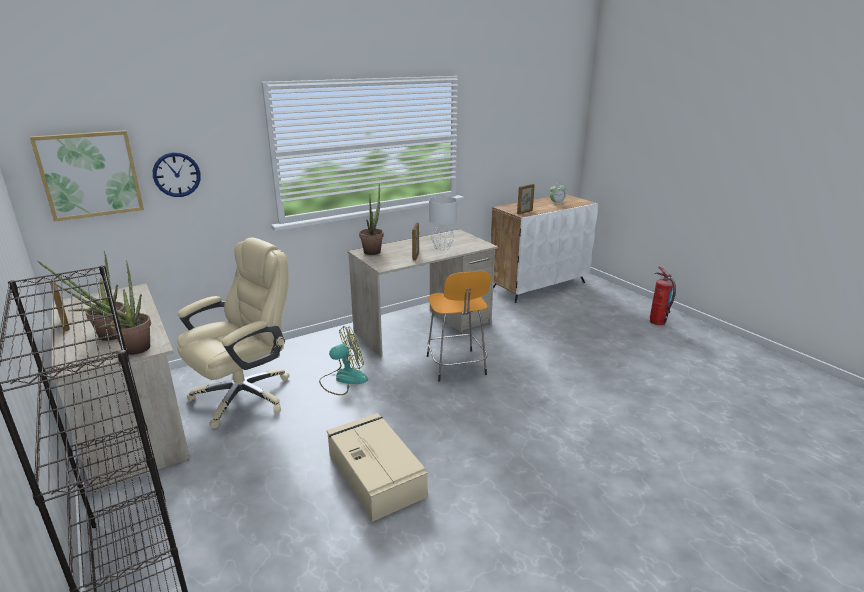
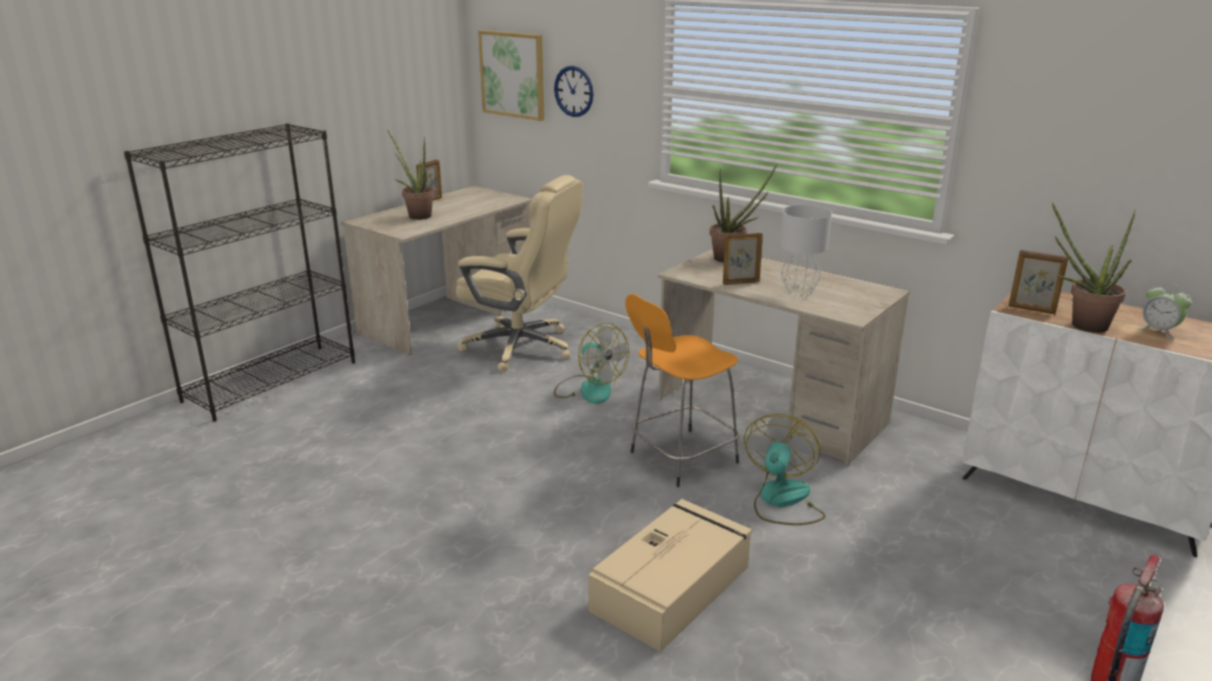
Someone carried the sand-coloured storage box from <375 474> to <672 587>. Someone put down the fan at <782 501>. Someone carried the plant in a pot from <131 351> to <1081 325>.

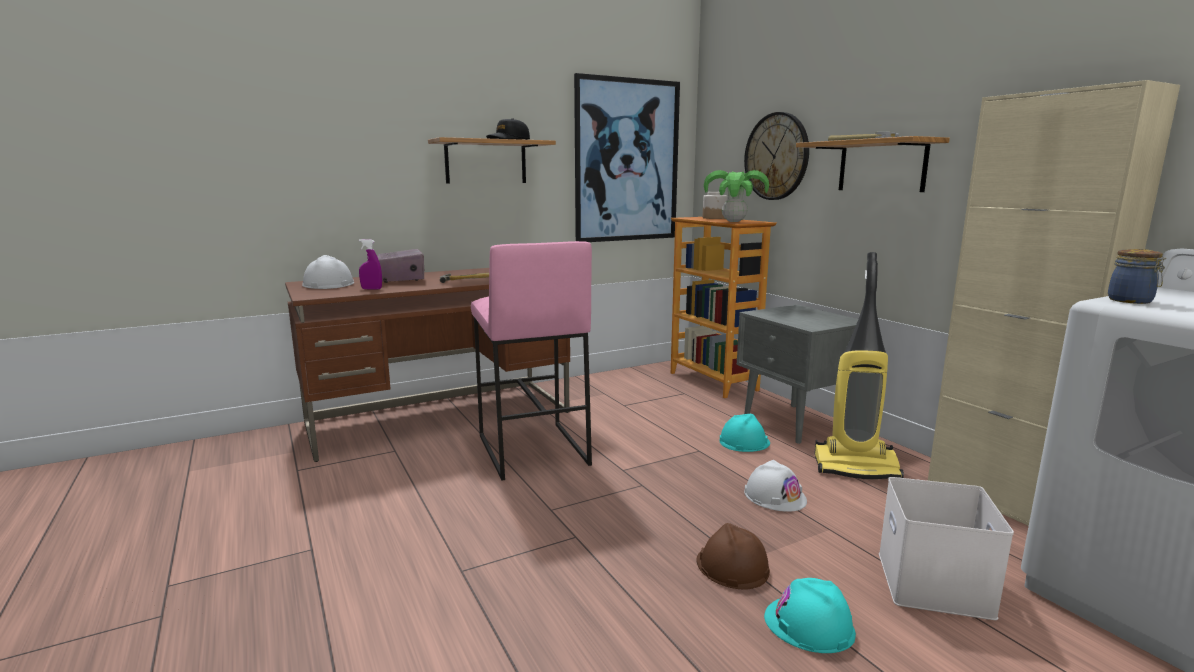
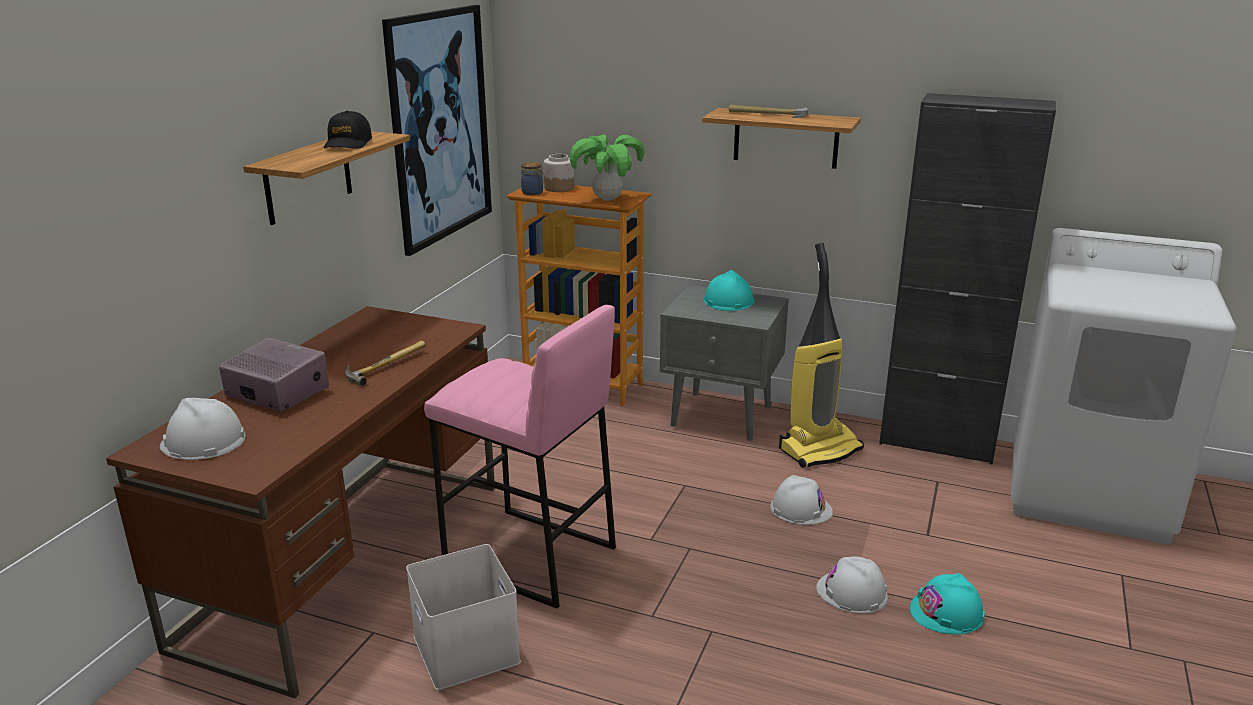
Someone carried the whitish storage box from <930 582> to <463 648>. Someone carried the storage jar from <1131 301> to <533 193>. Someone carried the blue-green hard hat from <744 442> to <728 301>. Someone repainted the brownish hard hat at <732 566>, which became the whitish hard hat at <852 592>. Someone repainted the sand-coloured cupboard at <1001 501>, which became the blackish cupboard at <937 442>. Someone took away the purple-coloured hand sprayer at <371 289>. Someone took away the clock on the wall at <776 156>.

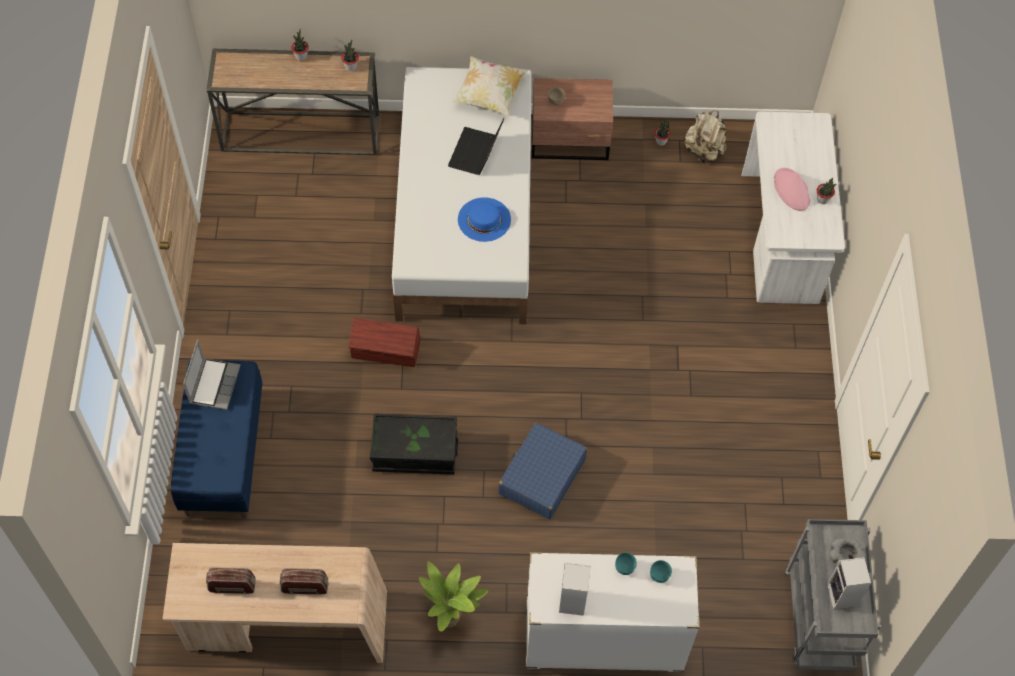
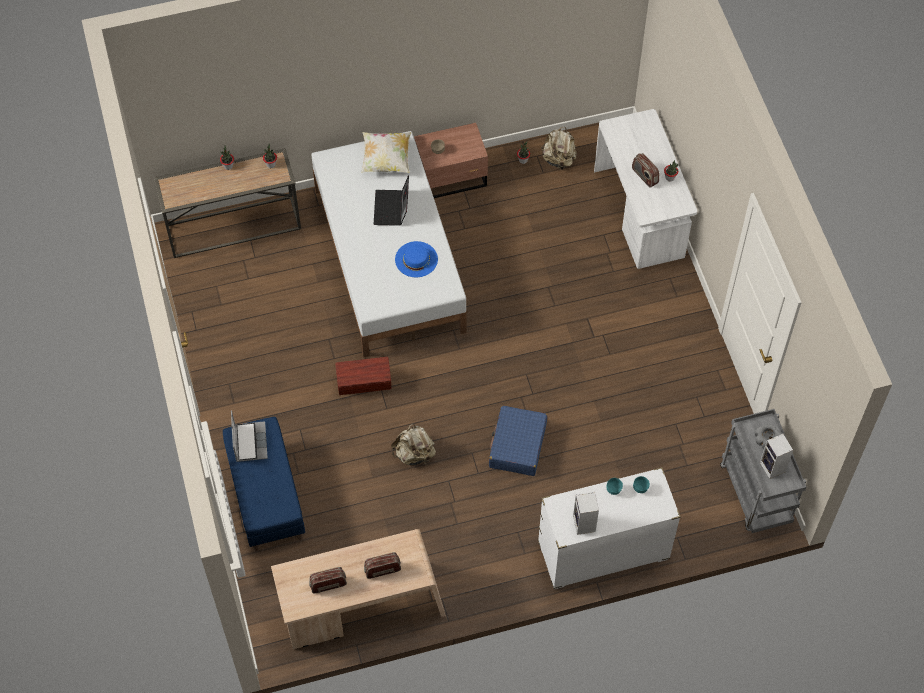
Someone swapped the blackish storage box at <415 452> for the sand-coloured backpack at <414 454>. Someone swapped the pinkish wearable hat at <791 190> for the radio at <644 176>. Someone took away the plant in a pot at <452 618>.

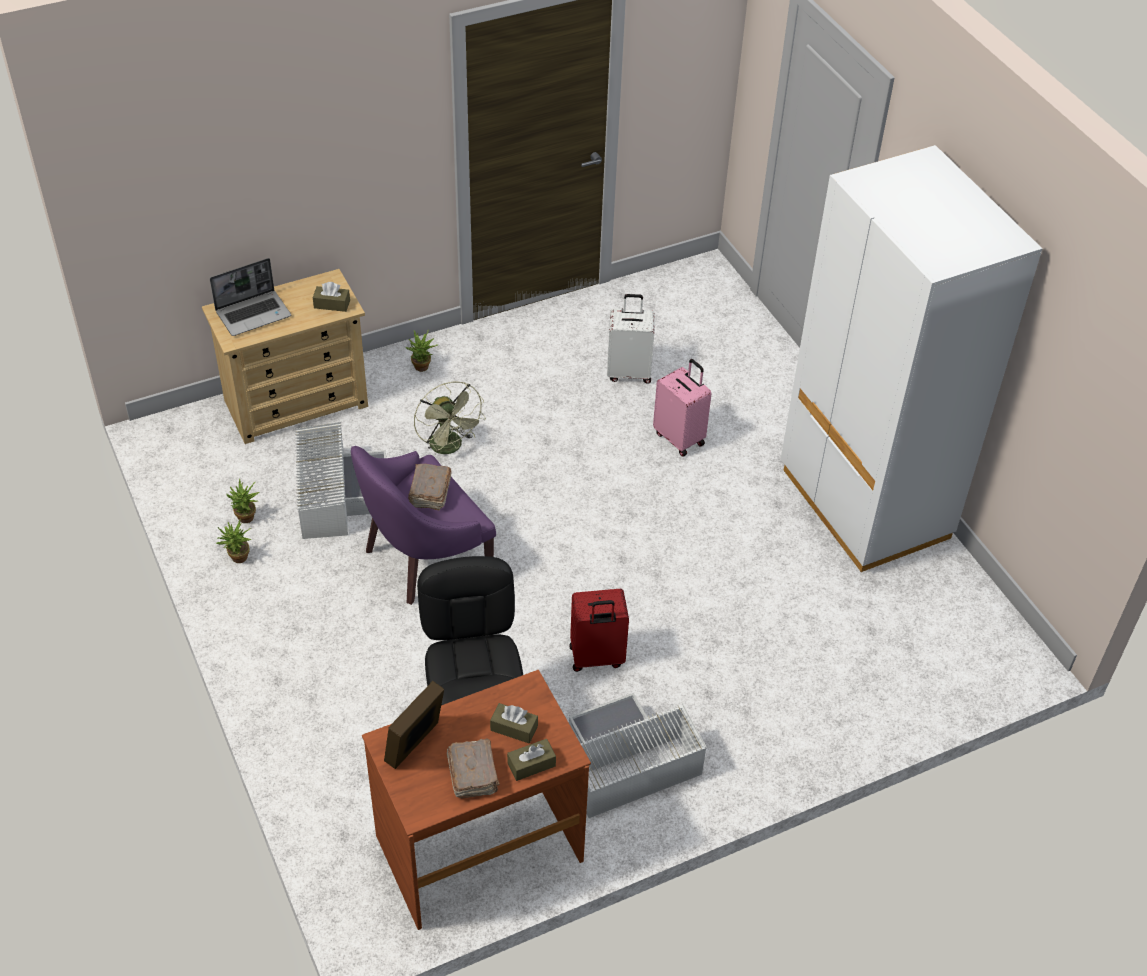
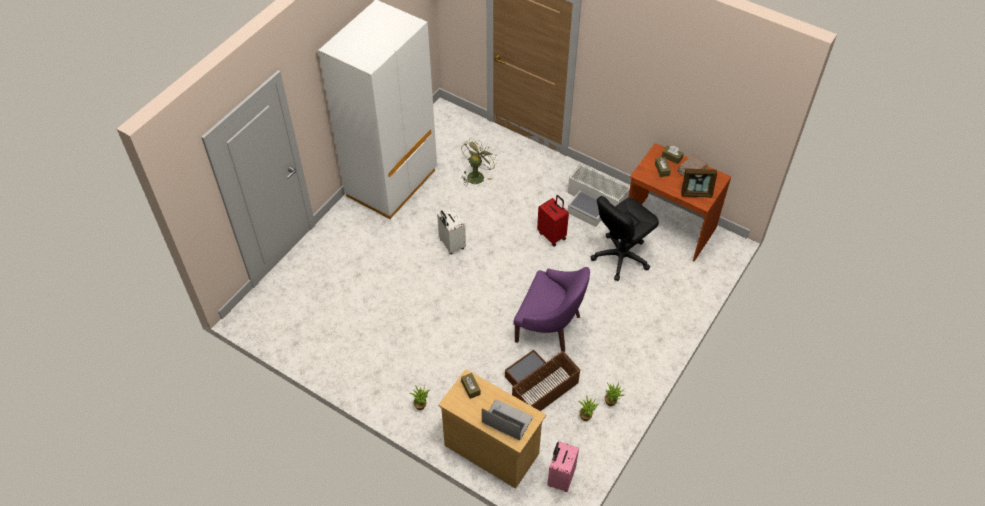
Someone carried the whitish travel case from <629 372> to <451 244>. Someone carried the greenish fan from <450 448> to <477 175>. Someone repainted the whitish storage box at <337 493>, which became the brownish storage box at <538 387>. Someone carried the pinkish travel case from <680 438> to <560 477>. Someone took away the brownish volume at <429 493>.

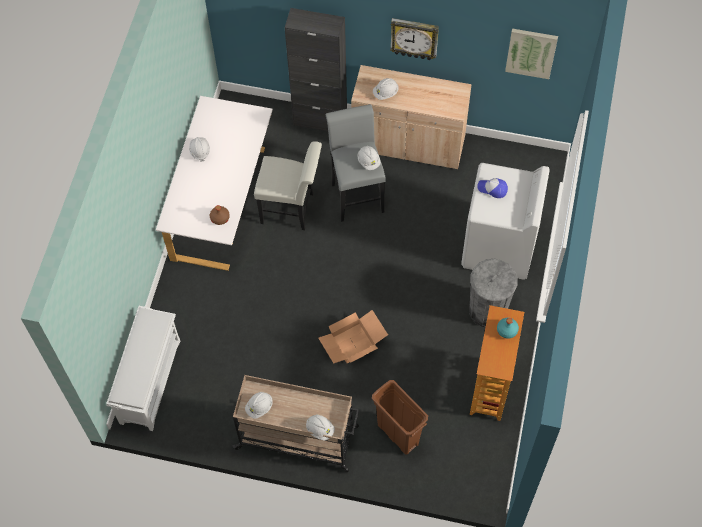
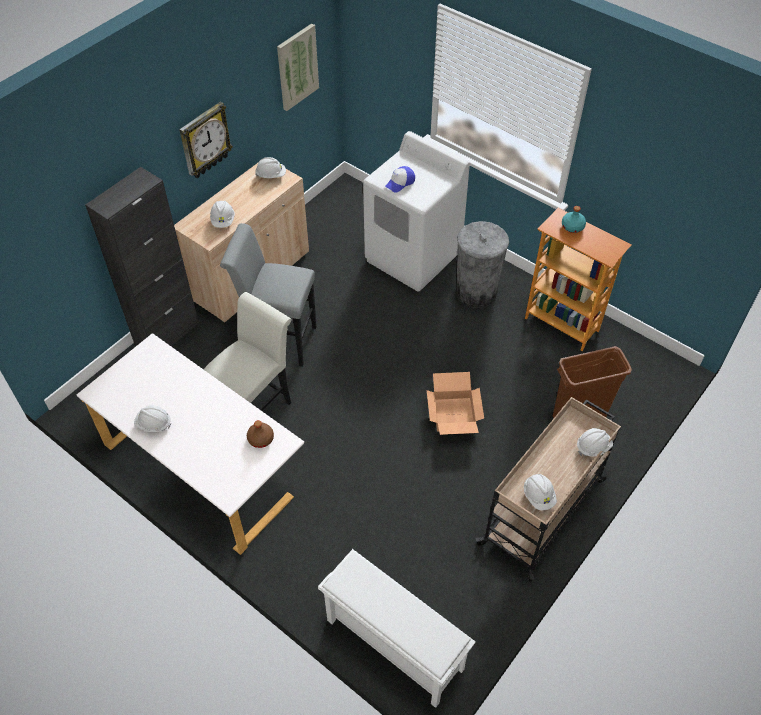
Someone carried the whitish hard hat from <368 161> to <271 175>.

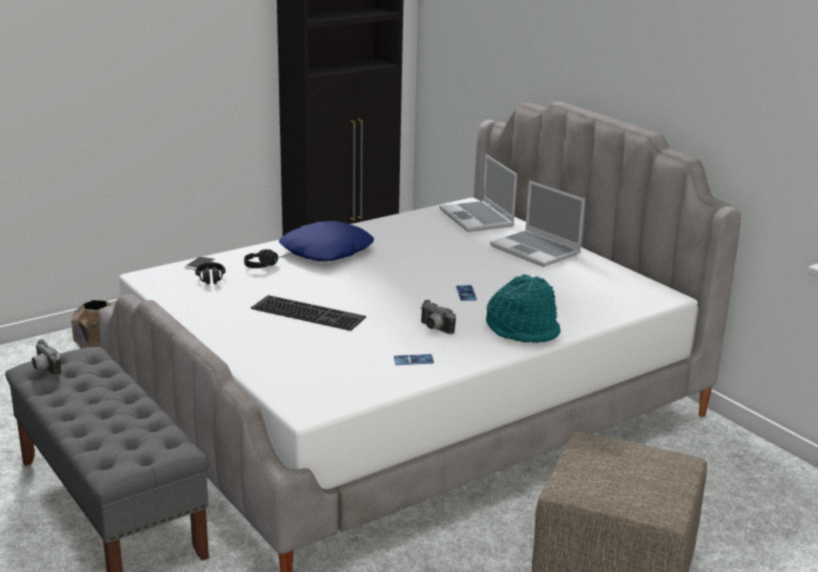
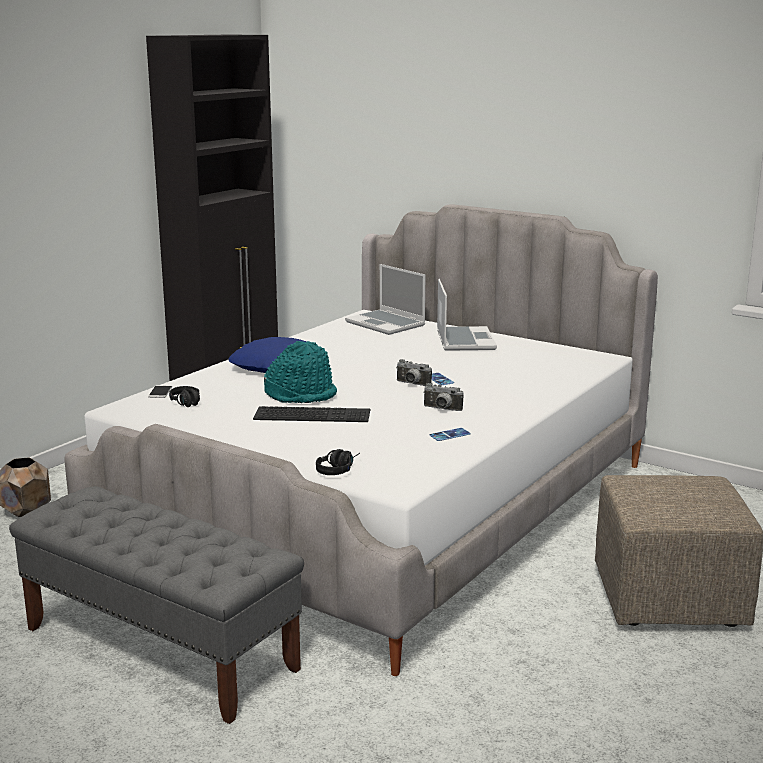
Someone carried the blue-green wearable hat from <523 330> to <301 395>. Someone carried the blackish headset from <265 265> to <338 469>. Someone carried the photo camera from <44 369> to <412 384>. Someone rotated the notebook computer at <536 250> by 120 degrees counterclockwise.

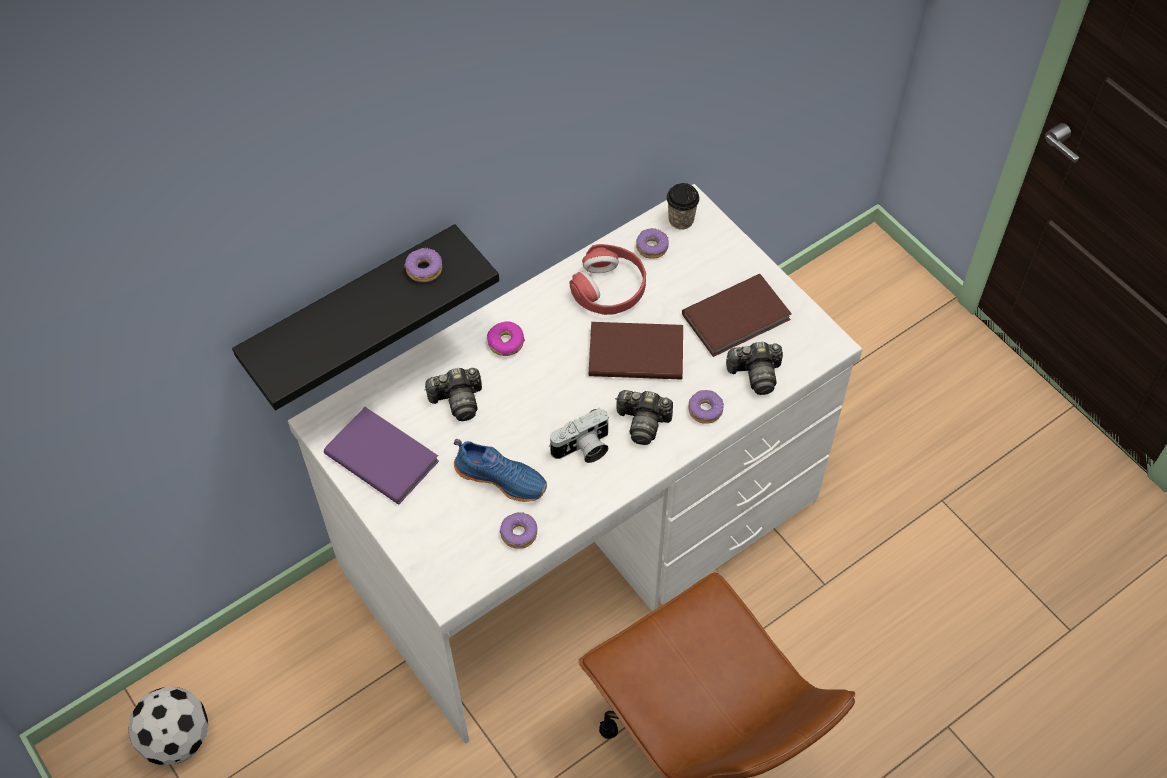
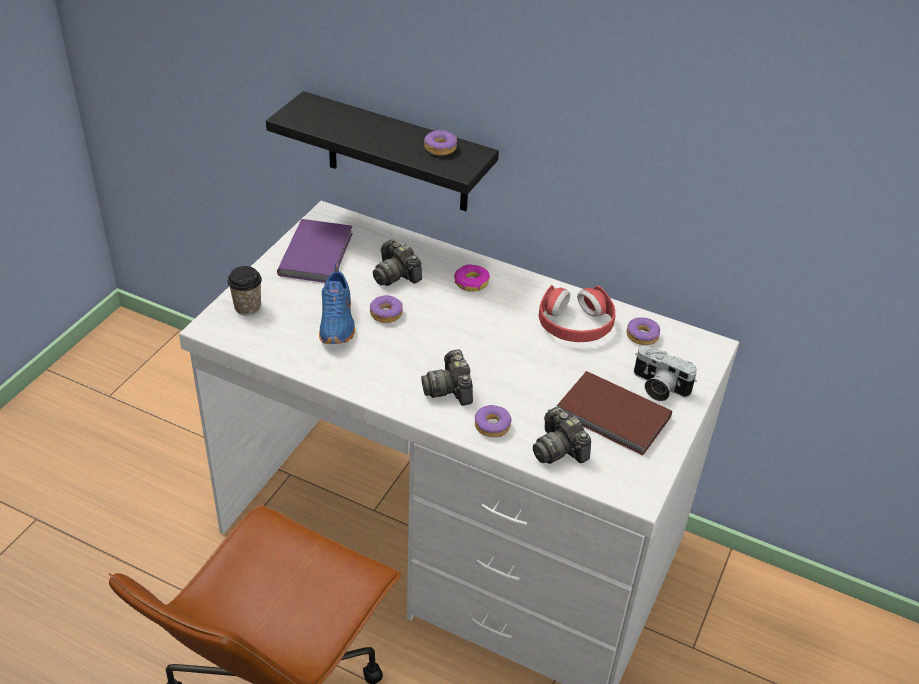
Someone carried the cup from <681 220> to <247 307>. Someone carried the donut from <518 533> to <386 313>. Someone carried the photo camera from <583 449> to <658 387>. Someone took away the football ball at <176 738>. Someone took away the brownish volume at <634 352>.

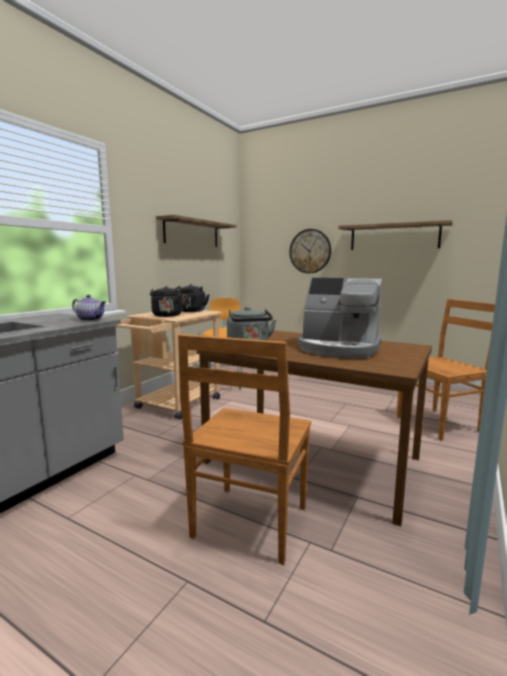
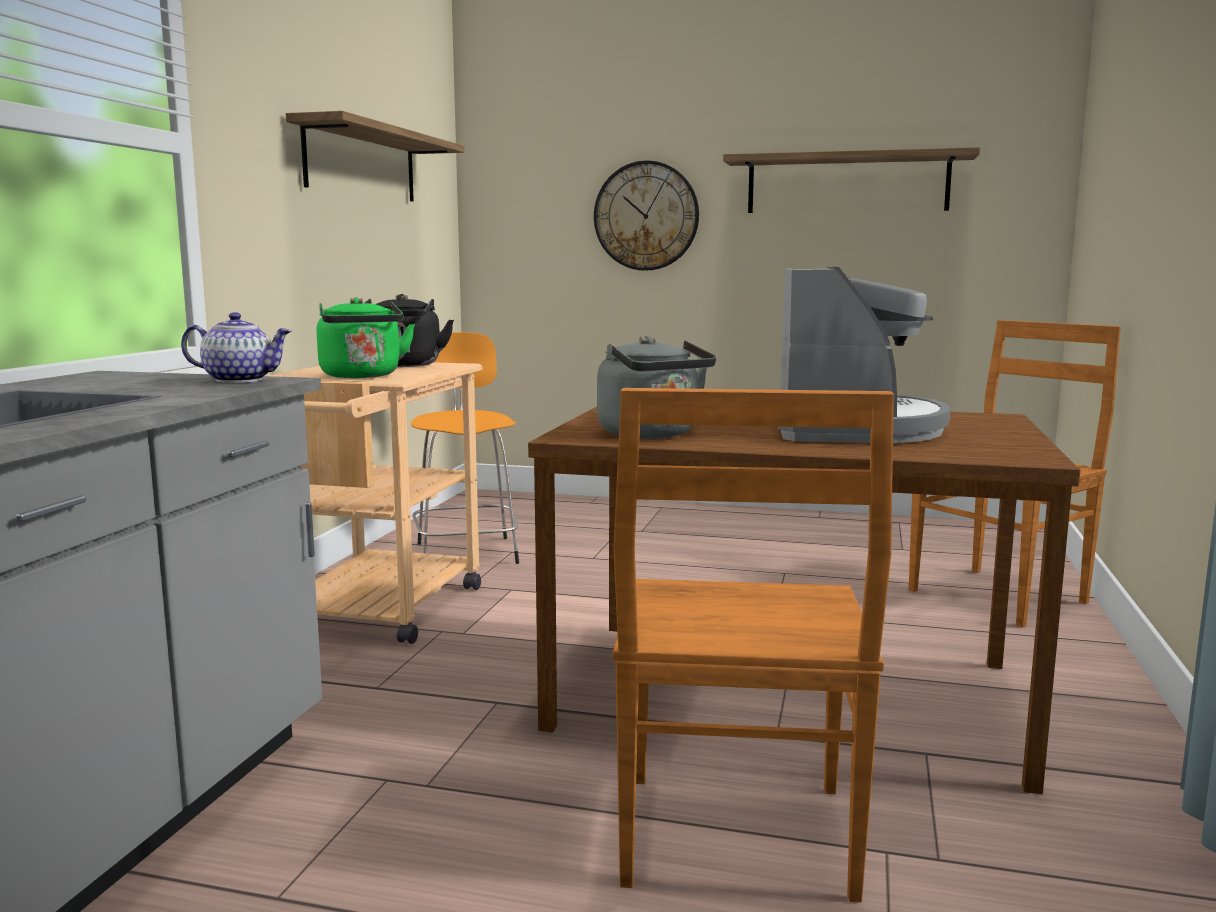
Someone repainted the blackish water kettle at <167 316>, which became the greenish water kettle at <362 376>. Someone rotated the coffee machine at <339 349> by 90 degrees counterclockwise.

